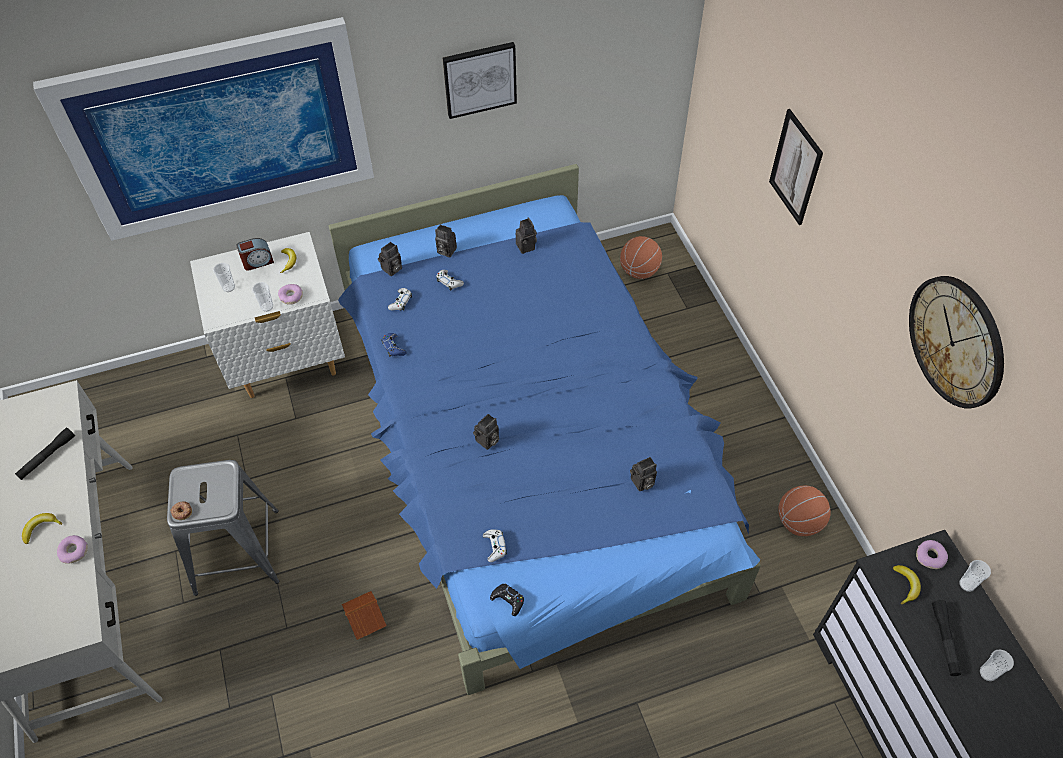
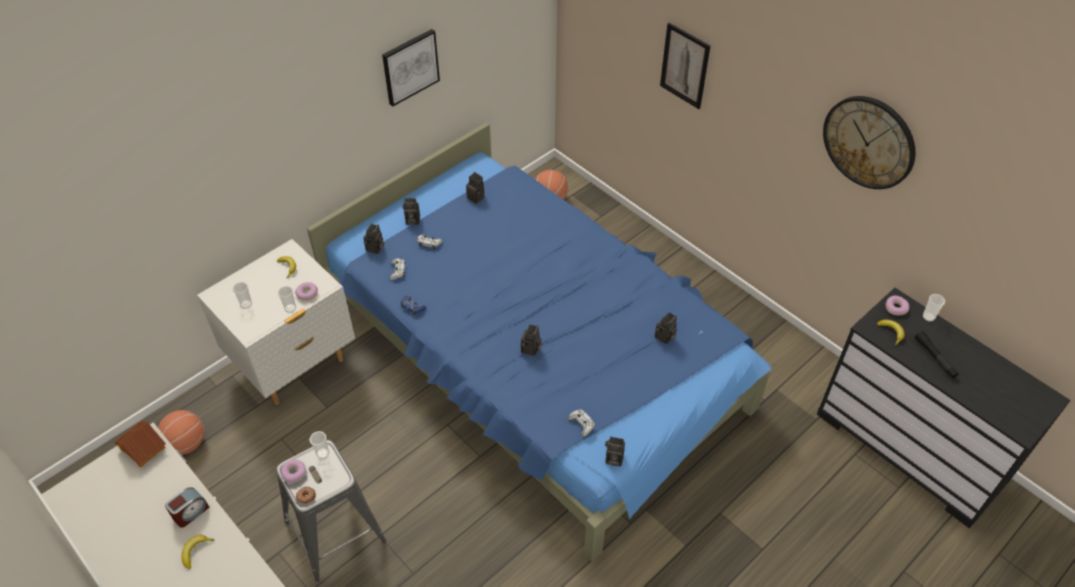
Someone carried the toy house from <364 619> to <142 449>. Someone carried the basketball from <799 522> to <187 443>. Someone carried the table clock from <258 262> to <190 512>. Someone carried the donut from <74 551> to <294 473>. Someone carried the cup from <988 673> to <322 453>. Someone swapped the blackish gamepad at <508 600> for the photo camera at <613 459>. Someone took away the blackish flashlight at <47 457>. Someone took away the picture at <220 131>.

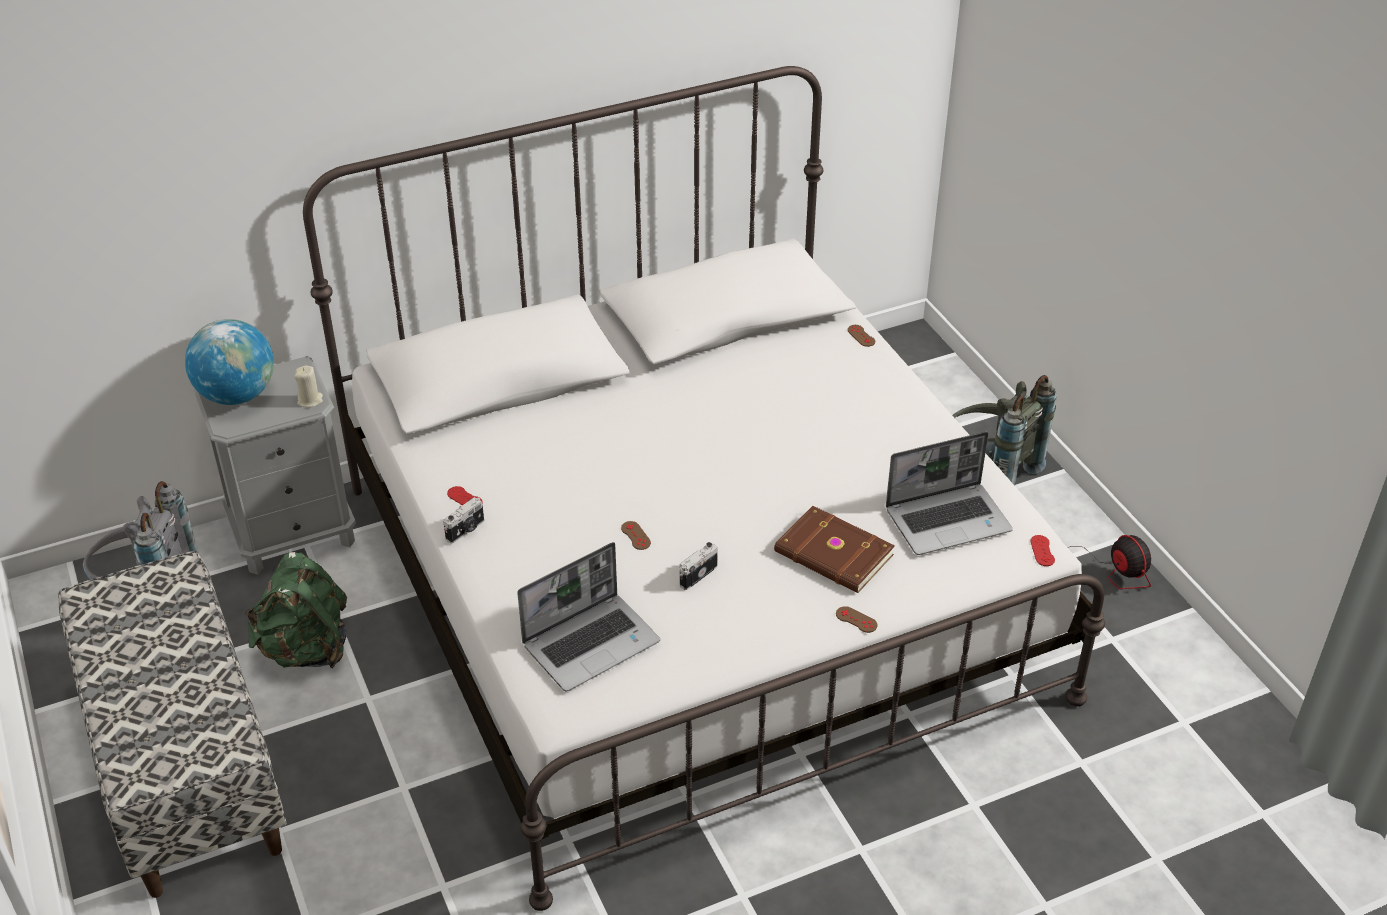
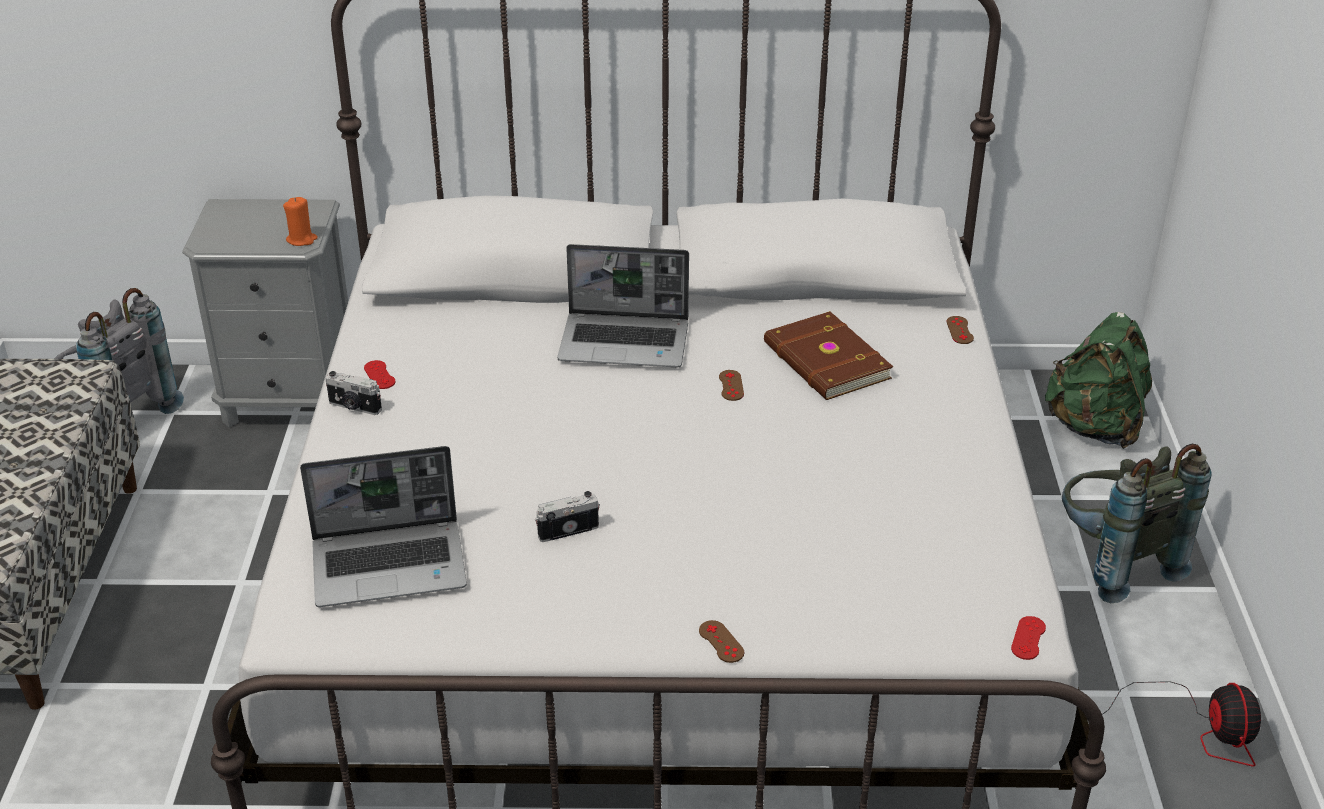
Someone repainted the sand-coloured wax light at <310 400>, which became the orange wax light at <301 240>. Someone rotated the photo camera at <466 530> by 45 degrees clockwise. Someone carried the notebook computer from <948 520> to <626 342>. Someone carried the brownish gamepad from <635 535> to <731 385>. Someone carried the brownish volume from <833 555> to <825 362>. Someone carried the greenish backpack from <306 649> to <1094 427>. Someone took away the globe at <237 395>.

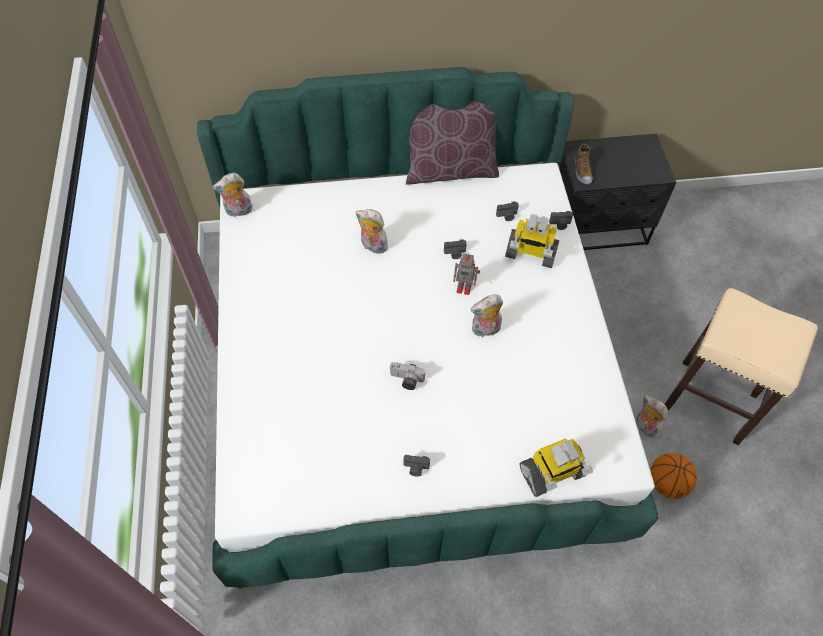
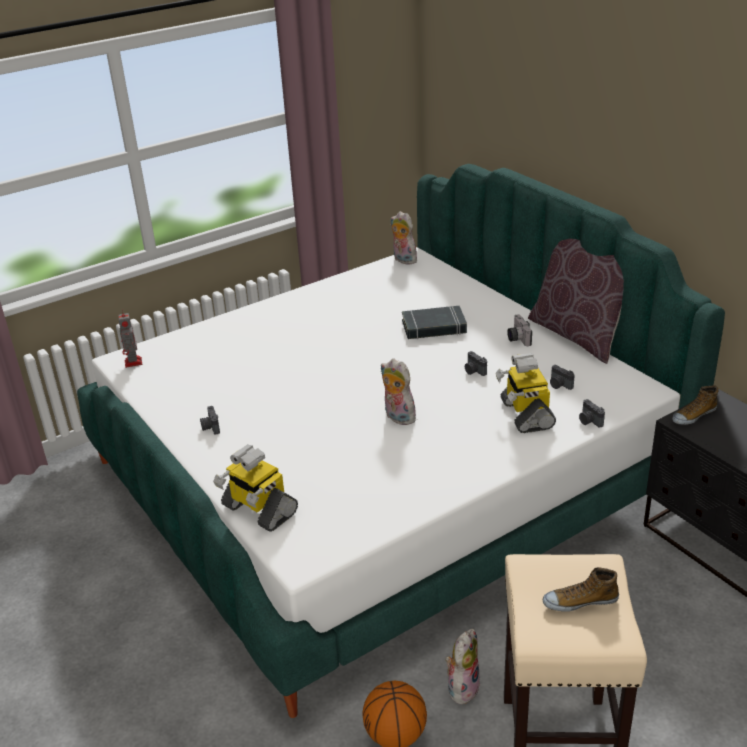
Someone carried the model robot from <465 287> to <133 363>. Someone swapped the plush toy at <372 246> for the blackish volume at <434 327>. Someone carried the photo camera from <406 381> to <517 338>. Someone put down the shoe at <580 601>.

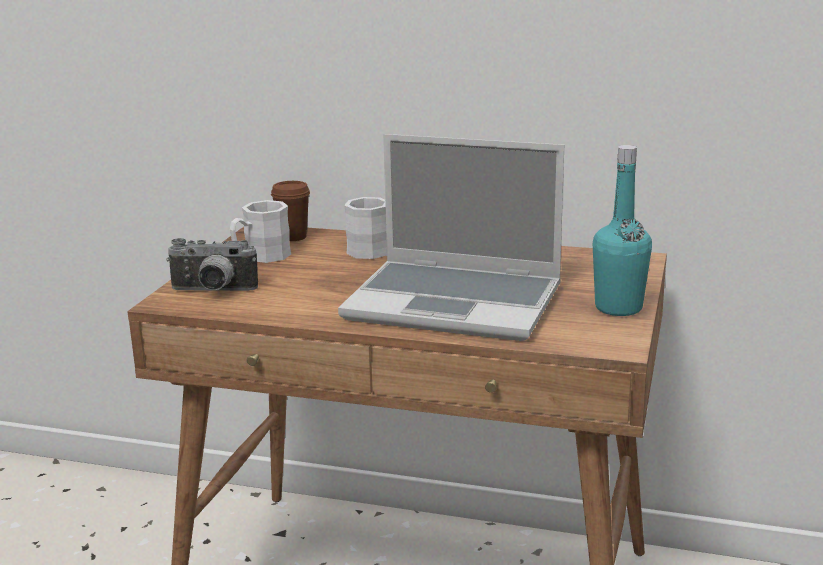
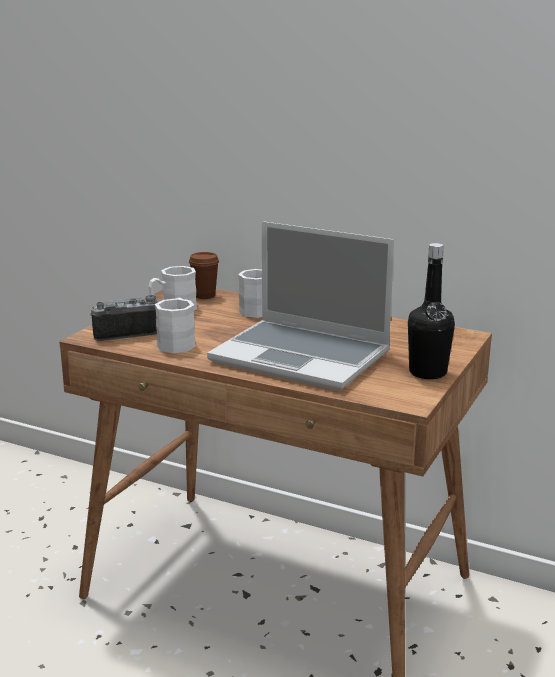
Someone rotated the photo camera at <213 292> by 150 degrees clockwise. Someone put down the whitish mug at <177 342>. Someone repainted the blue-green drink bottle at <618 308>, which became the blackish drink bottle at <427 372>.

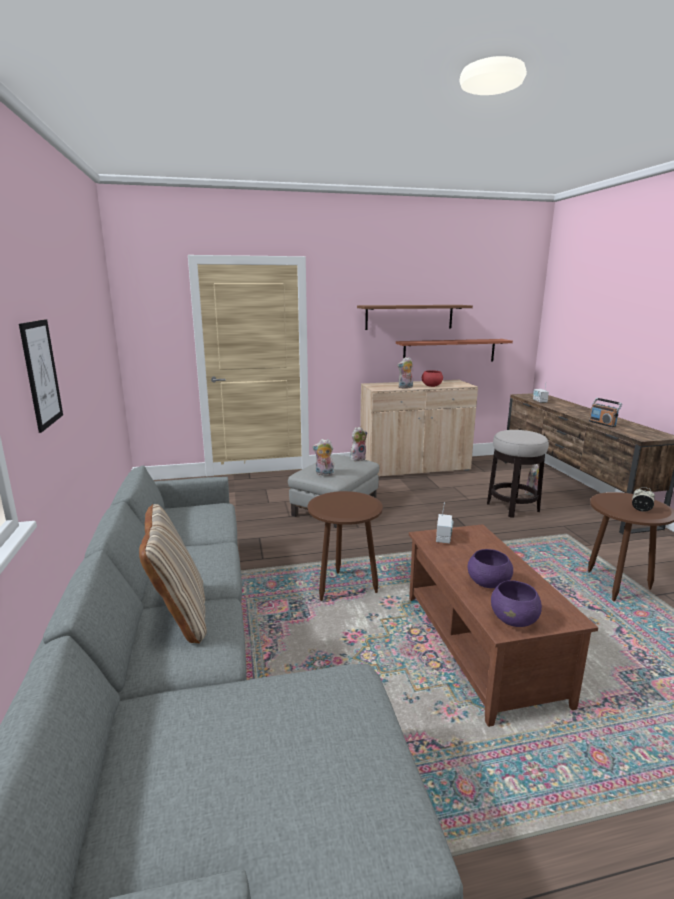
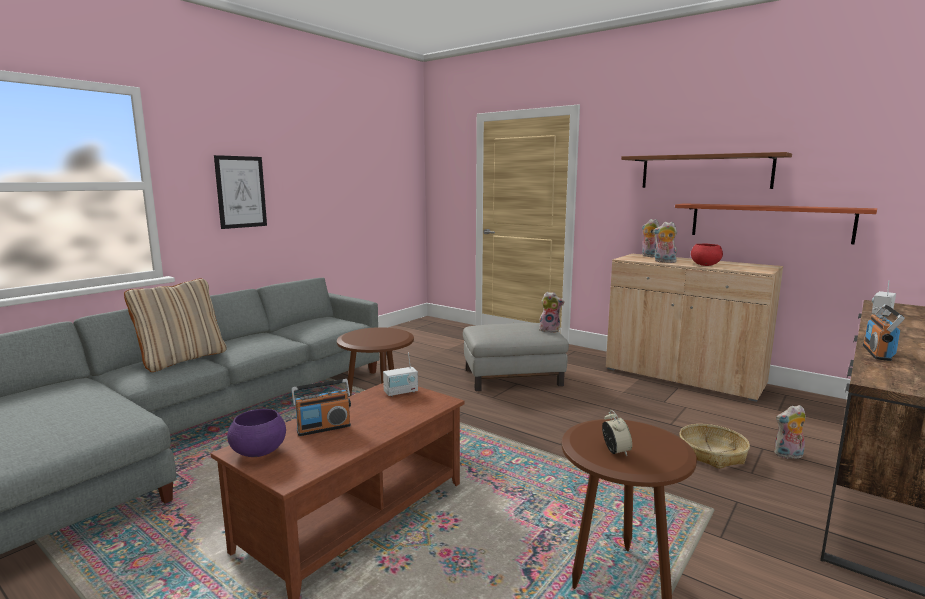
Someone swapped the purple-coloured serving bowl at <488 583> for the radio at <323 428>. Someone carried the plush toy from <324 474> to <649 256>. Someone swapped the sitting stool at <512 507> for the basket at <711 454>.

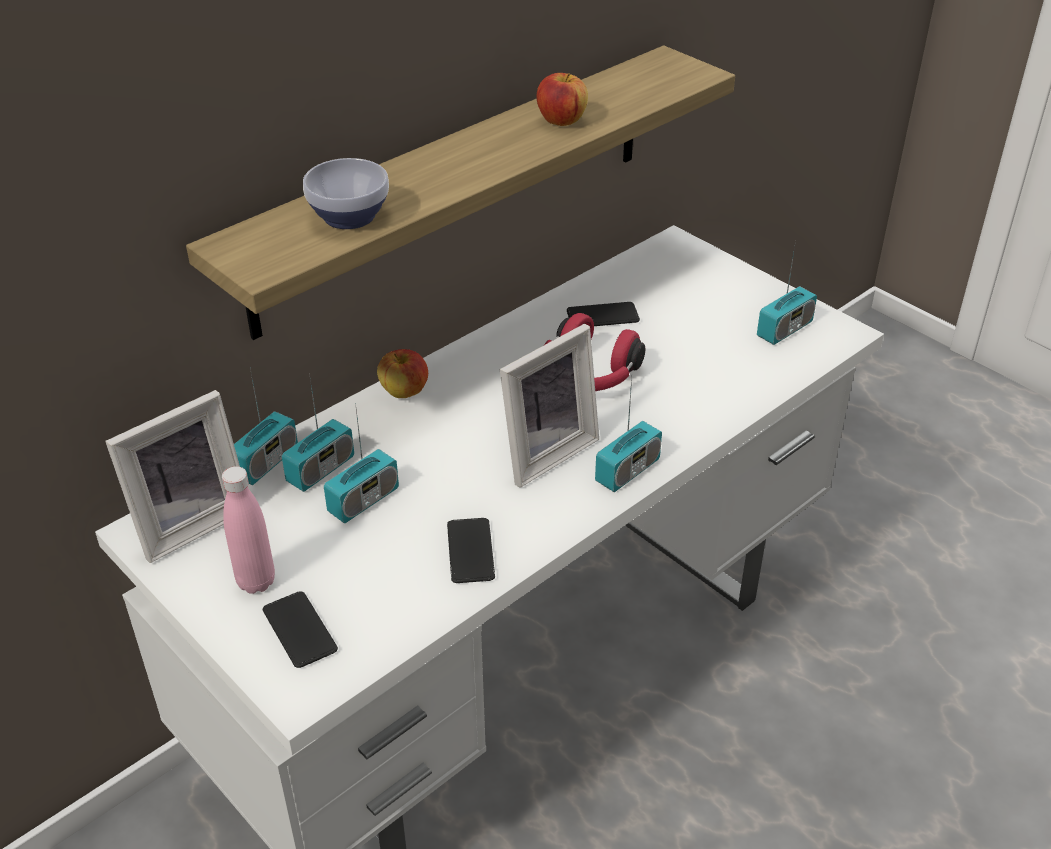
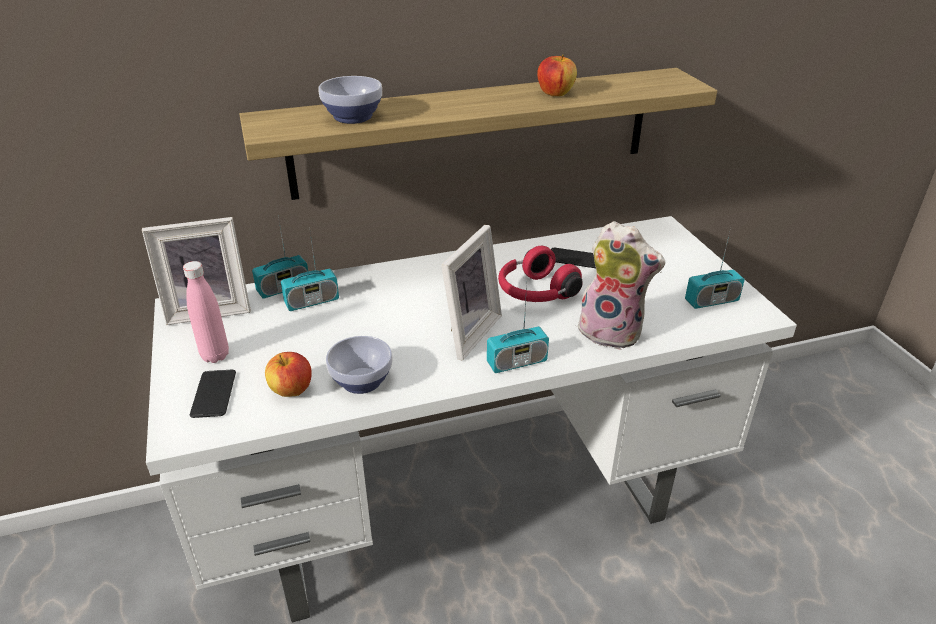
Someone carried the apple from <404 392> to <291 390>. Someone swapped the phone at <470 551> for the serving bowl at <363 381>. Someone rotated the picture frame at <544 452> by 45 degrees counterclockwise. Someone put down the plush toy at <612 332>. Someone took away the radio at <363 501>.

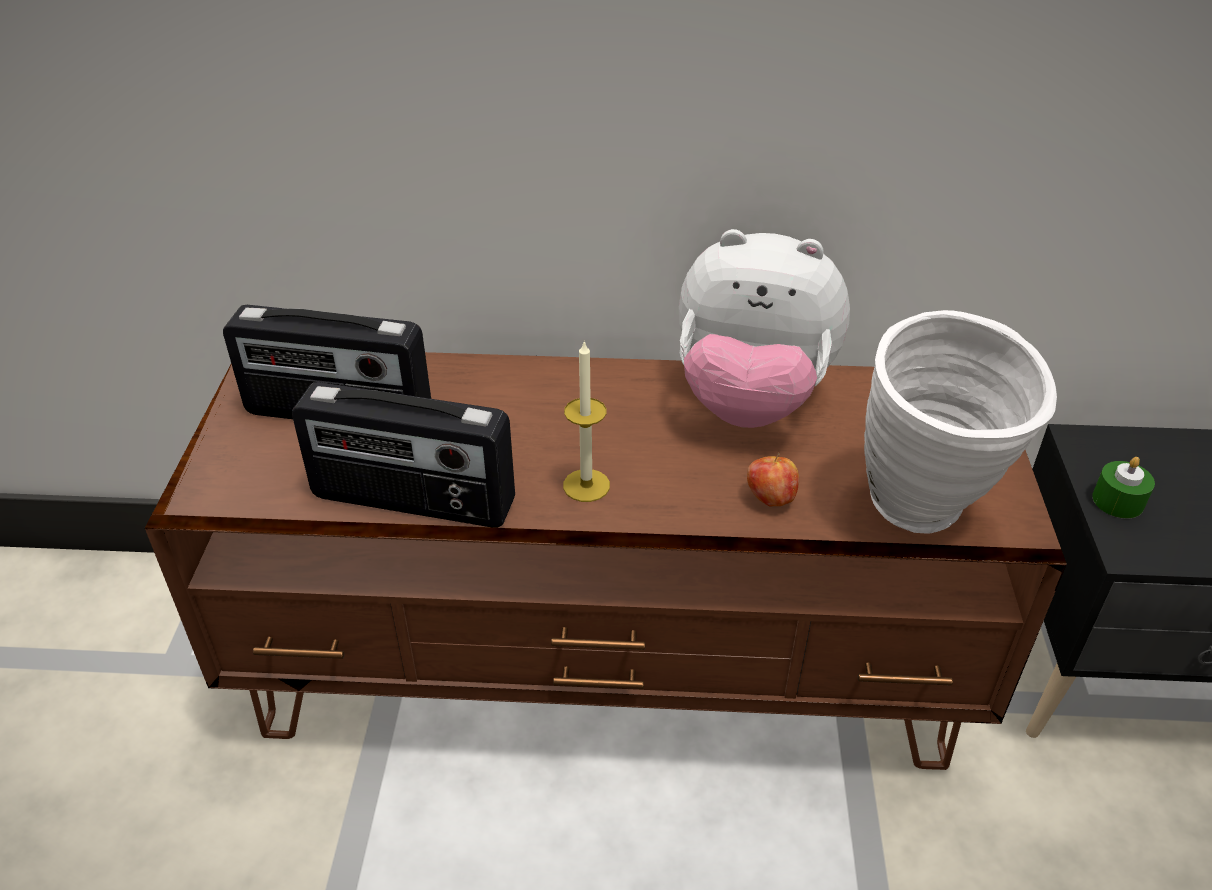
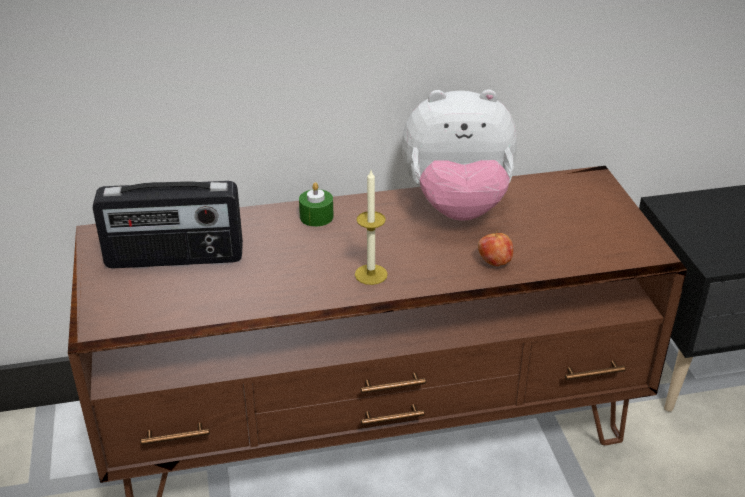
Someone carried the greenish wax light from <1118 501> to <316 217>. Someone took away the radio at <412 501>. Someone took away the whitish vase at <927 516>.

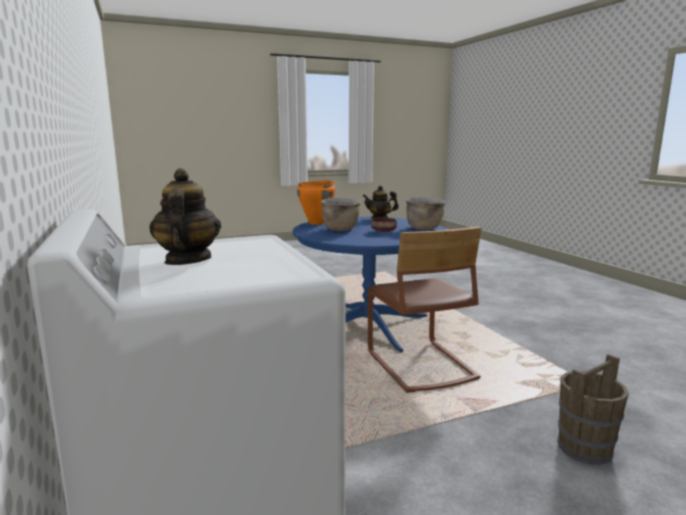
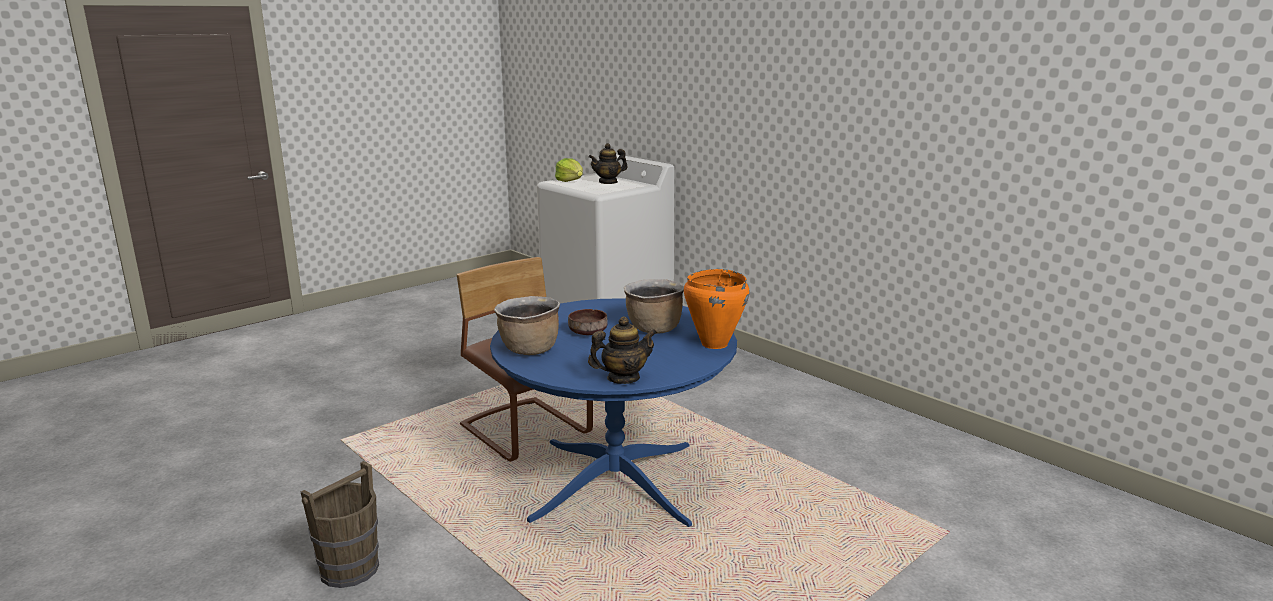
Someone carried the brownish bucket from <585 448> to <348 569>. Someone put down the lettuce head at <570 181>. Someone rotated the tea pot at <187 260> by 90 degrees clockwise.

